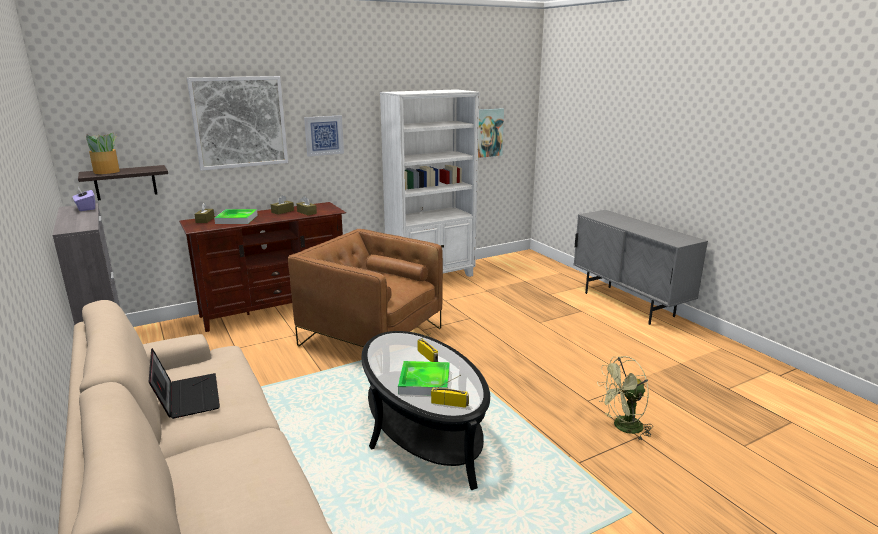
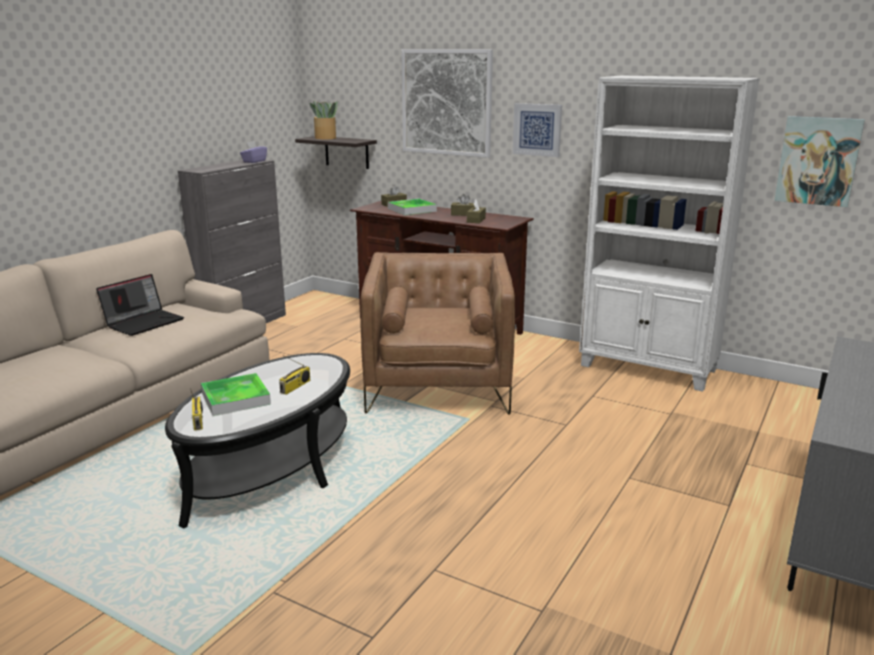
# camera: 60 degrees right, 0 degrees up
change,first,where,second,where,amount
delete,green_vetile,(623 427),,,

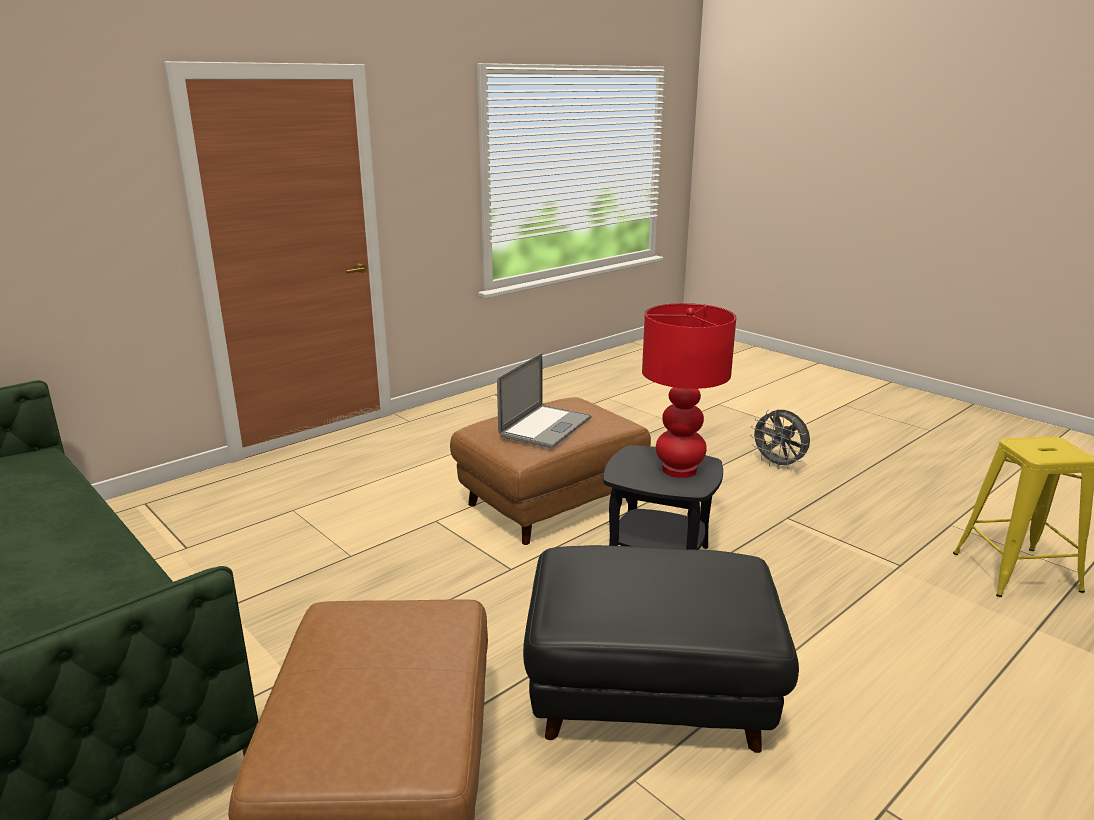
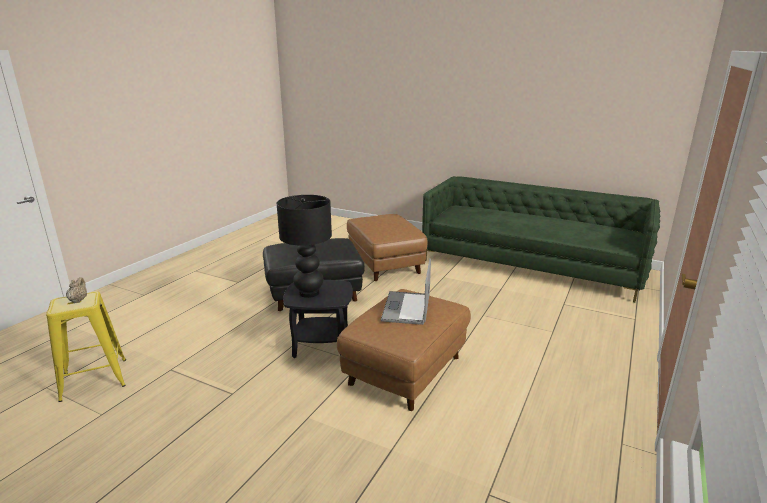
# camera: 160 degrees right, 0 degrees up
change,first,where,second,where,amount
recolor,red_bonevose,(679 470),black_bonevose,(309 292),
delete,grey_vetile,(778 465),,,
insert,,,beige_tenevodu,(78 300),

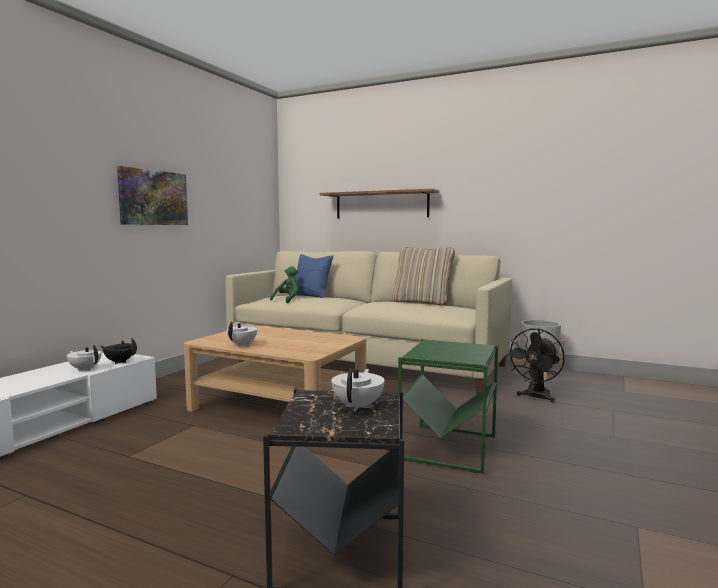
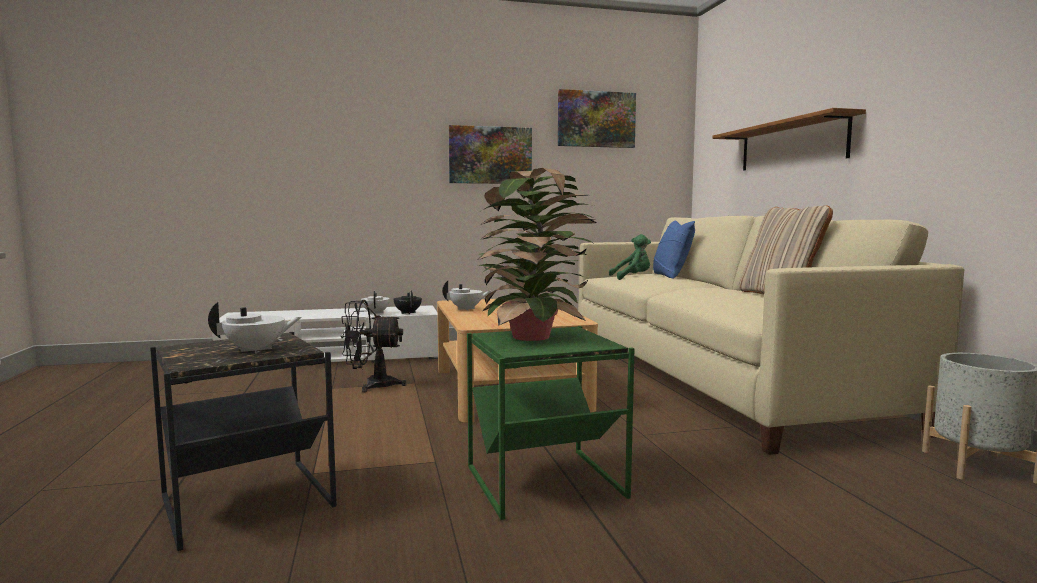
# camera: 50 degrees right, 0 degrees up
change,first,where,second,where,amount
move,black_vetile,(536 397),,(372 385),
insert,,,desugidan,(535 337),
insert,,,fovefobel,(596 119),

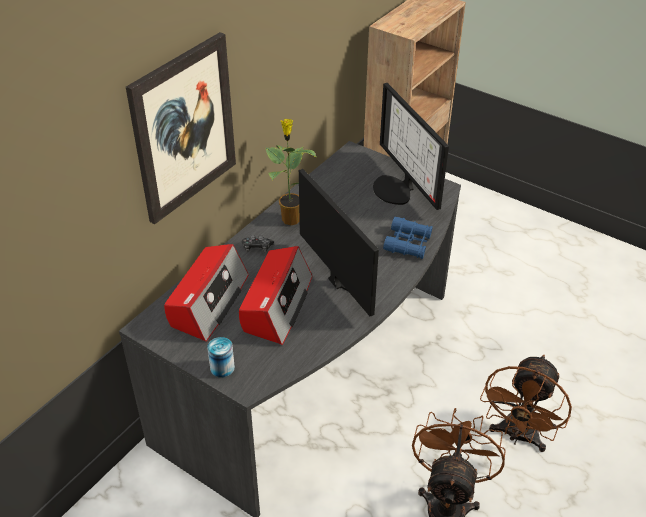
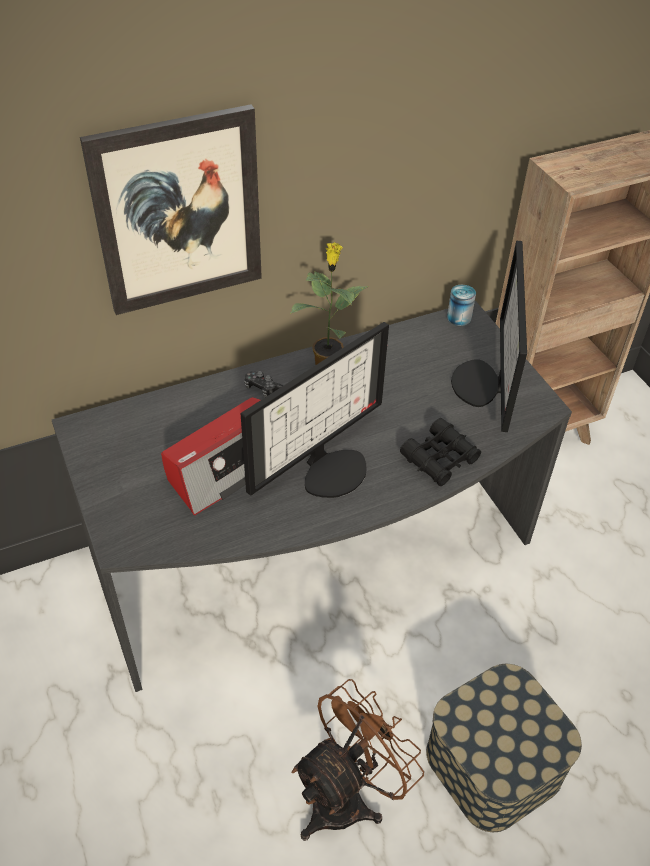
# camera: 30 degrees right, 5 degrees up
change,first,where,second,where,amount
delete,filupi,(208 301),,,
move,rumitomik,(222 368),,(459 318),
rotate,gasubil,(346 278),,(330 468),45 degrees clockwise
recolor,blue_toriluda,(408 243),black_toriluda,(439 458),
replace,brown_vetile,(517 436),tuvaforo,(494 763),

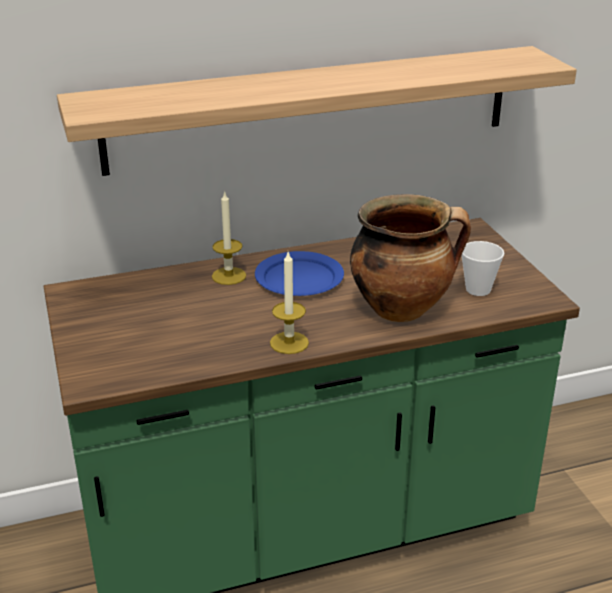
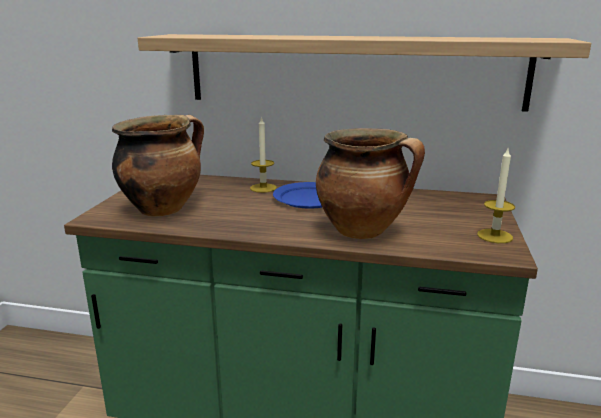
# camera: 30 degrees right, 10 degrees down
change,first,where,second,where,amount
move,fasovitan,(289 343),,(494 236),
delete,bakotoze,(478 289),,,
insert,,,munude,(163 208),

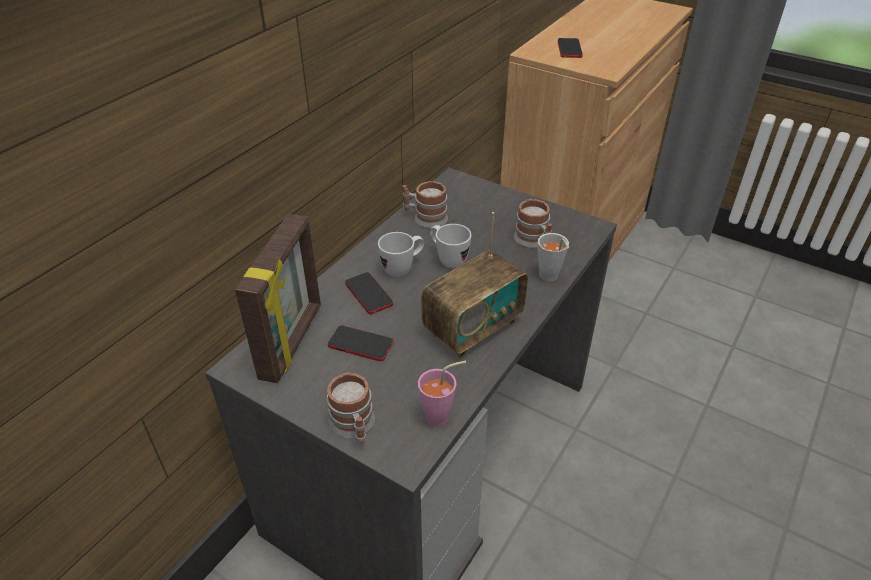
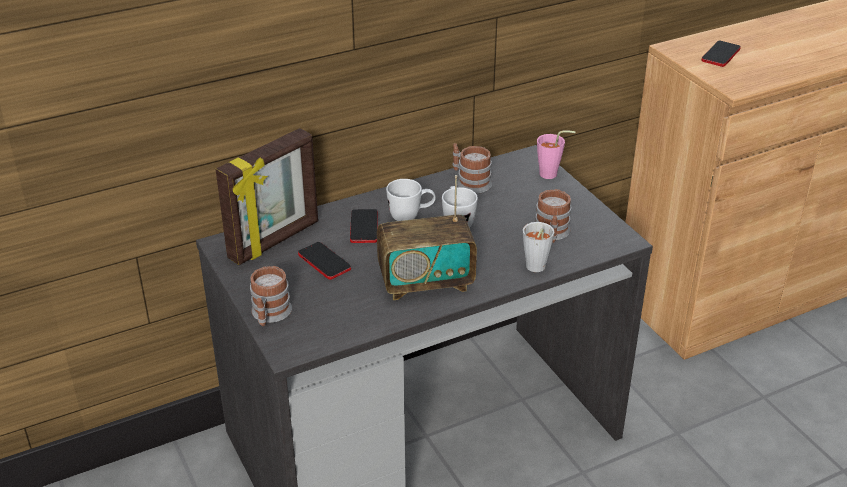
# camera: 30 degrees right, 5 degrees down
change,first,where,second,where,amount
move,pink_bakotoze,(442 416),,(552 174),

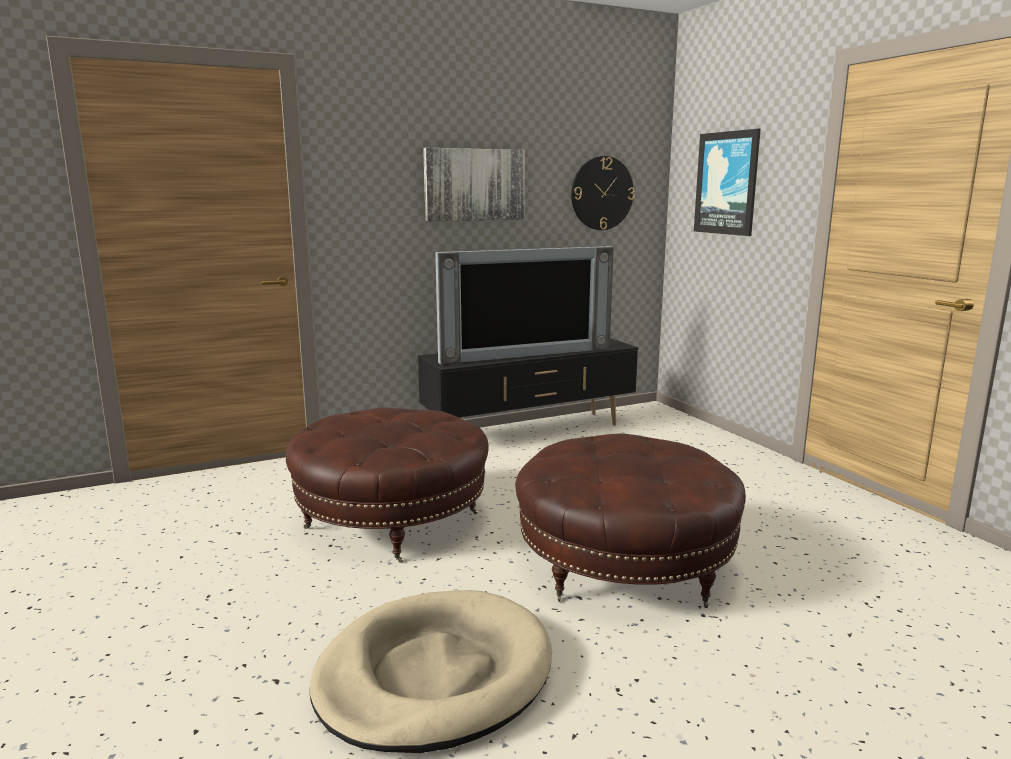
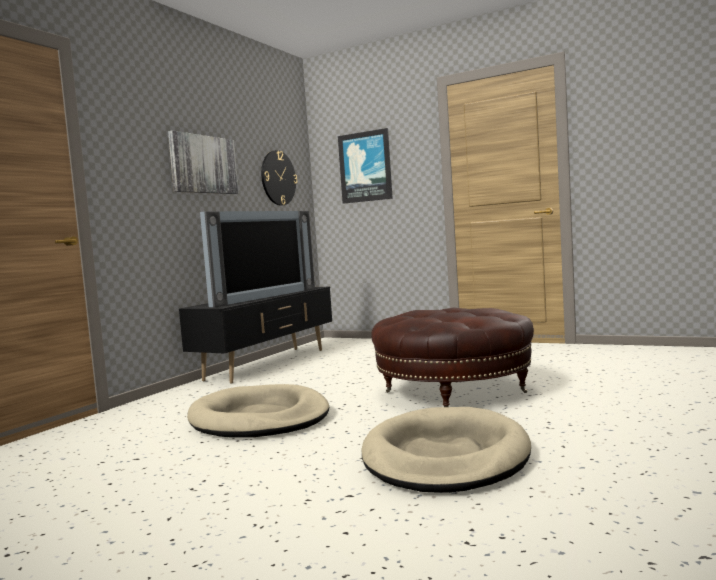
# camera: 35 degrees left, 10 degrees down
change,first,where,second,where,amount
replace,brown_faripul,(392 520),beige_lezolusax,(259 418),

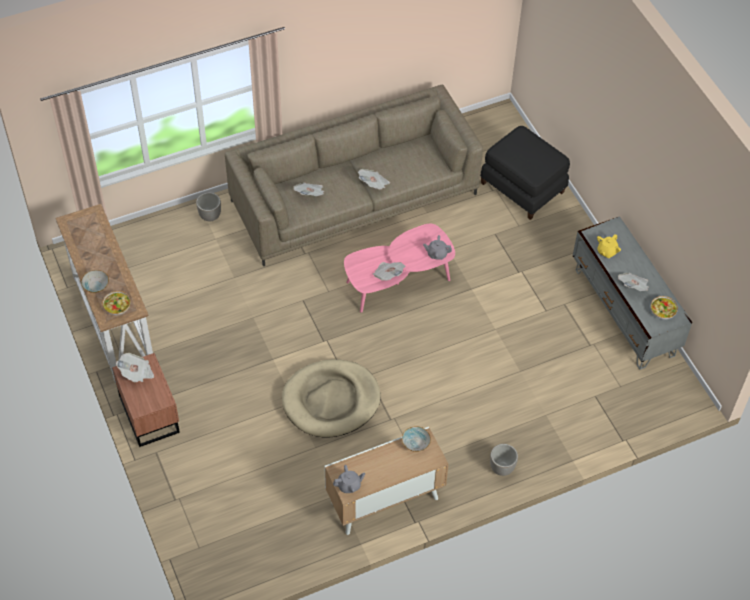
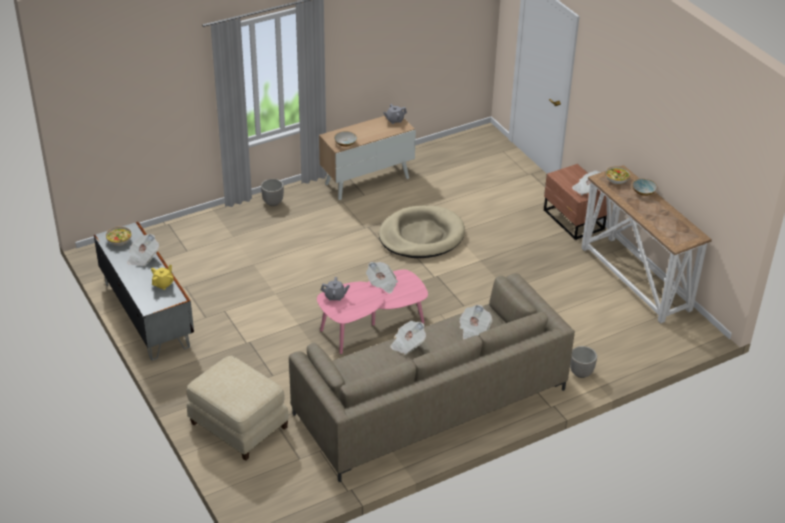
# camera: 175 degrees right, 15 degrees down
change,first,where,second,where,amount
recolor,black_faripul,(523 187),beige_faripul,(238 426),

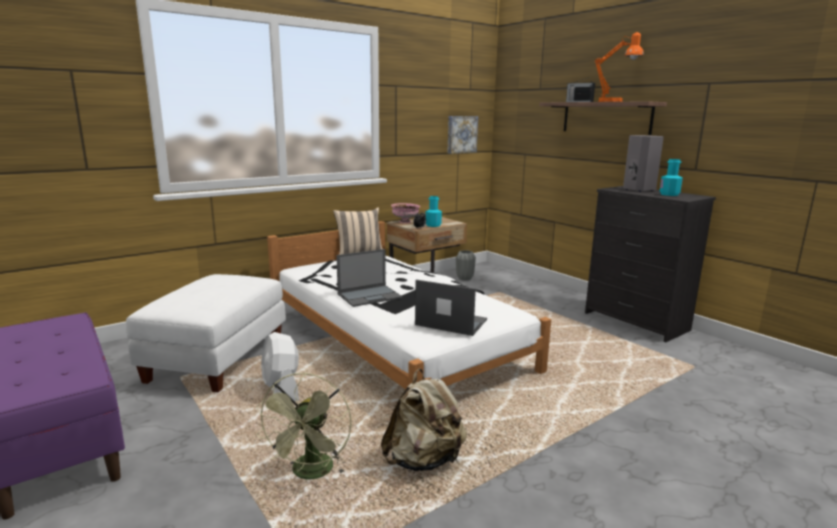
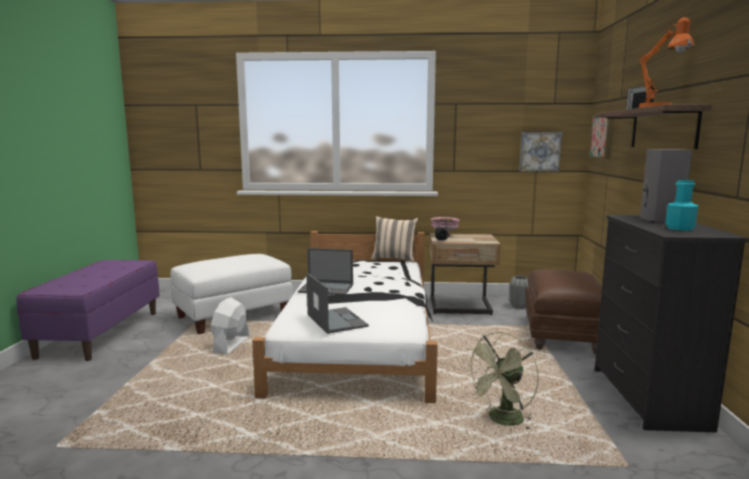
# camera: 40 degrees right, 5 degrees down
change,first,where,second,where,amount
move,green_vetile,(311 474),,(502 421),
delete,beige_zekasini,(424 460),,,
delete,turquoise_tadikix,(433 225),,,
insert,,,brown_faripul,(561 336),
insert,,,fovefobel,(603 136),

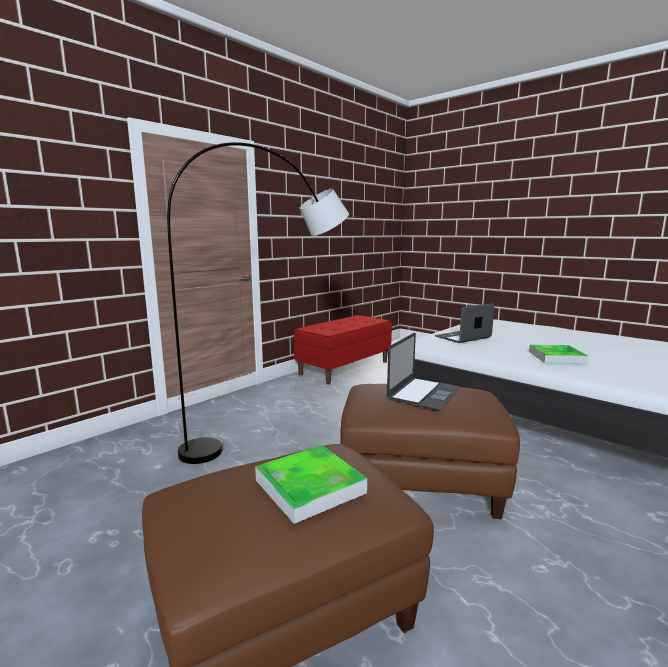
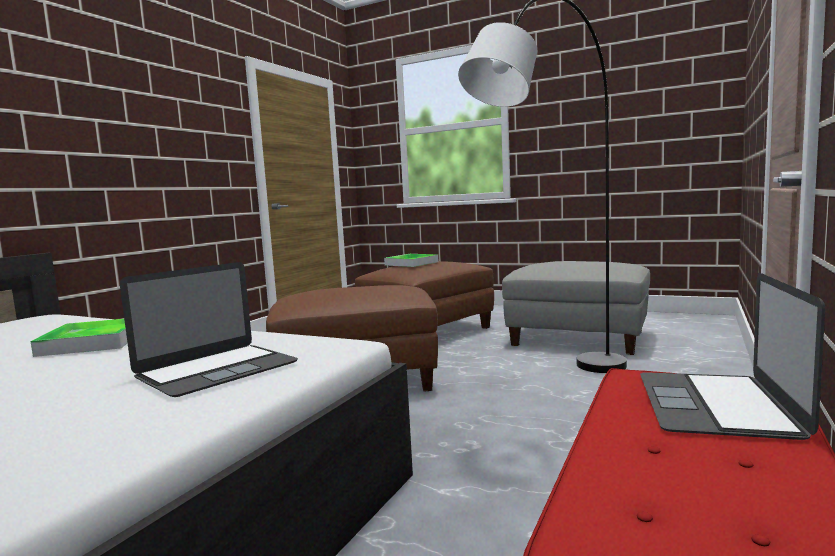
# camera: 165 degrees right, 5 degrees down
change,first,where,second,where,amount
move,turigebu,(424 393),,(716 404),
insert,,,grey_faripul,(578 338),

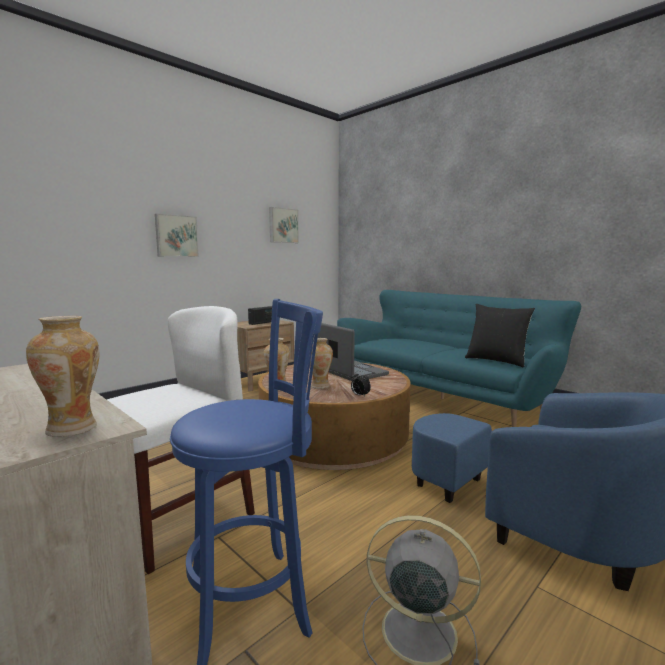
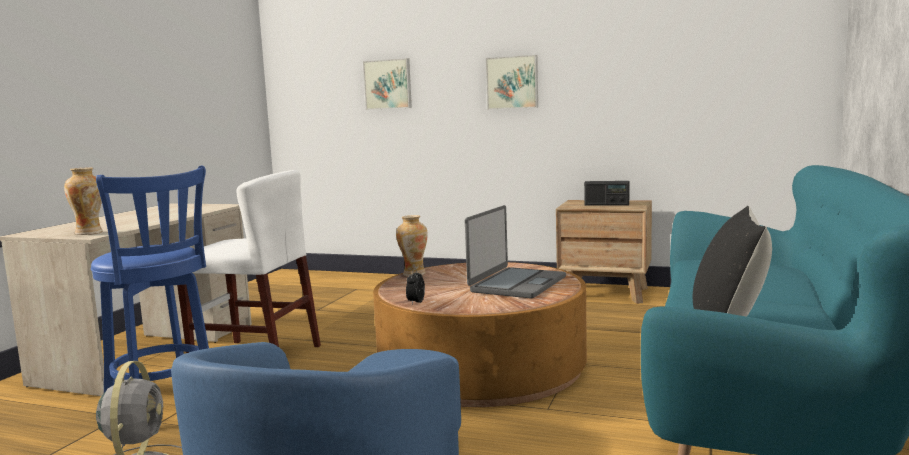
# camera: 65 degrees right, 0 degrees up
change,first,where,second,where,amount
move,fovefobel,(283 225),,(388 84),
delete,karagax,(320 386),,,

